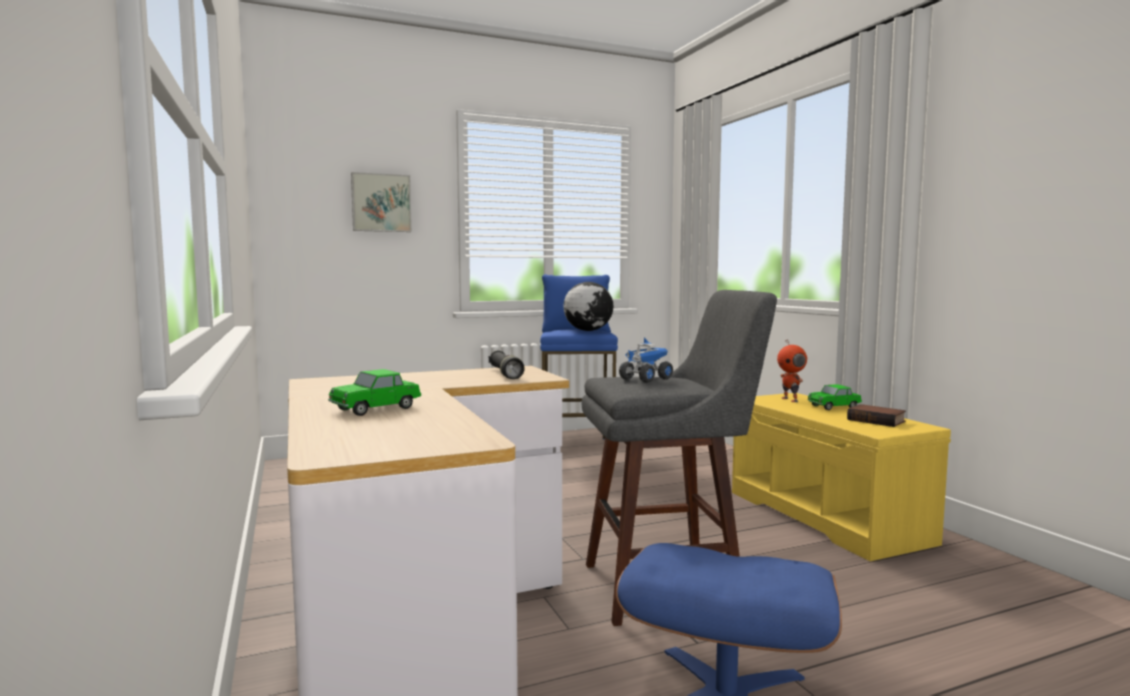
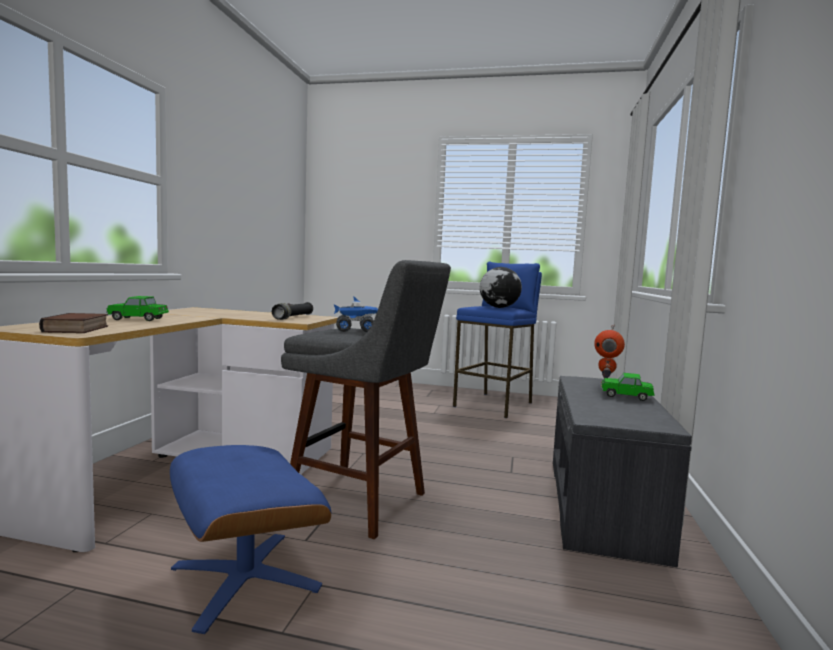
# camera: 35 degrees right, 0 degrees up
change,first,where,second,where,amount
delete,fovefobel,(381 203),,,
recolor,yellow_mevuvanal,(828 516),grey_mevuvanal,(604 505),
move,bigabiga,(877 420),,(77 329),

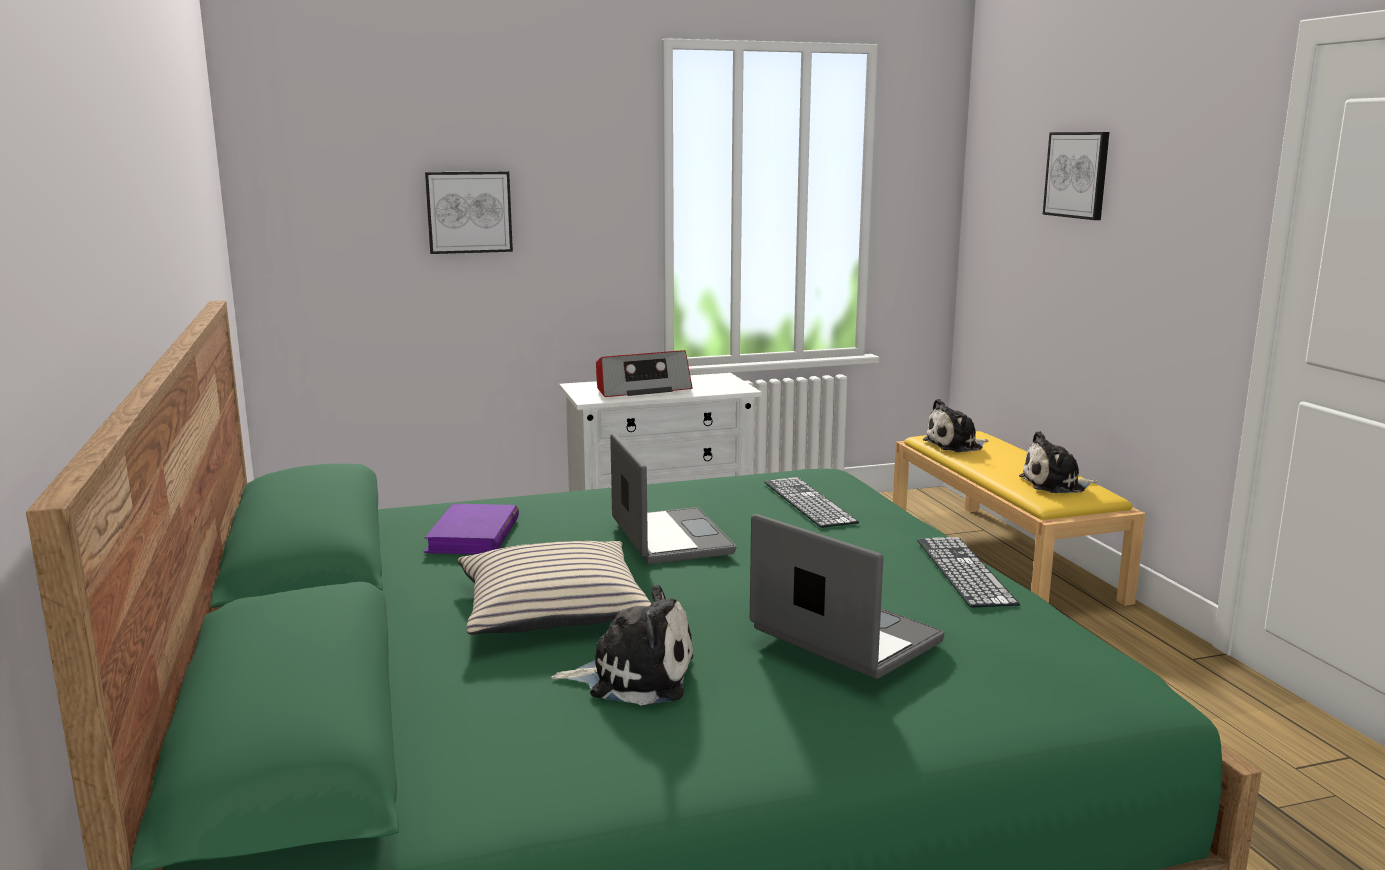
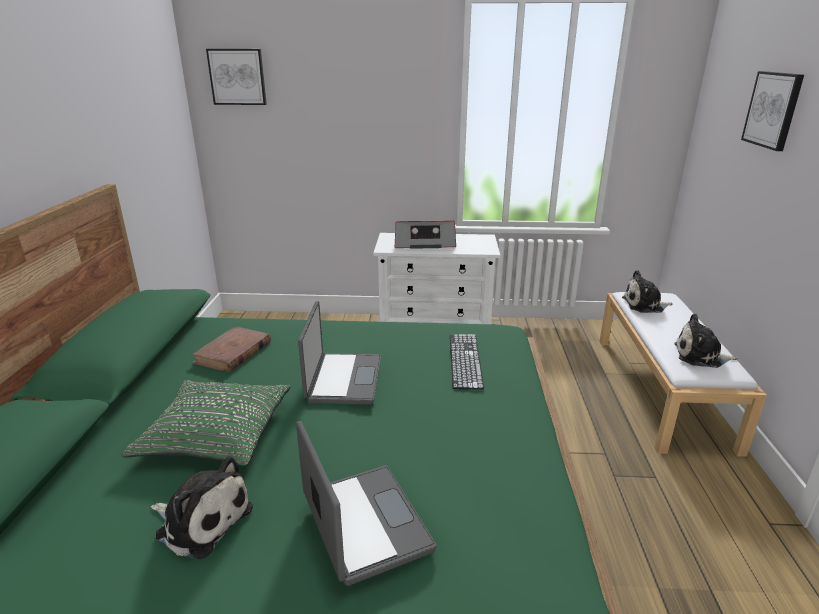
# camera: 20 degrees right, 10 degrees up
change,first,where,second,where,amount
recolor,purple_bigabiga,(473 536),brown_bigabiga,(233 353),
move,fovefobel,(469 212),,(237 77),
recolor,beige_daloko,(552 608),green_daloko,(215 433),
recolor,yellow_mevuvanal,(1002 556),white_mevuvanal,(662 390),
delete,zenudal,(964 571),,,

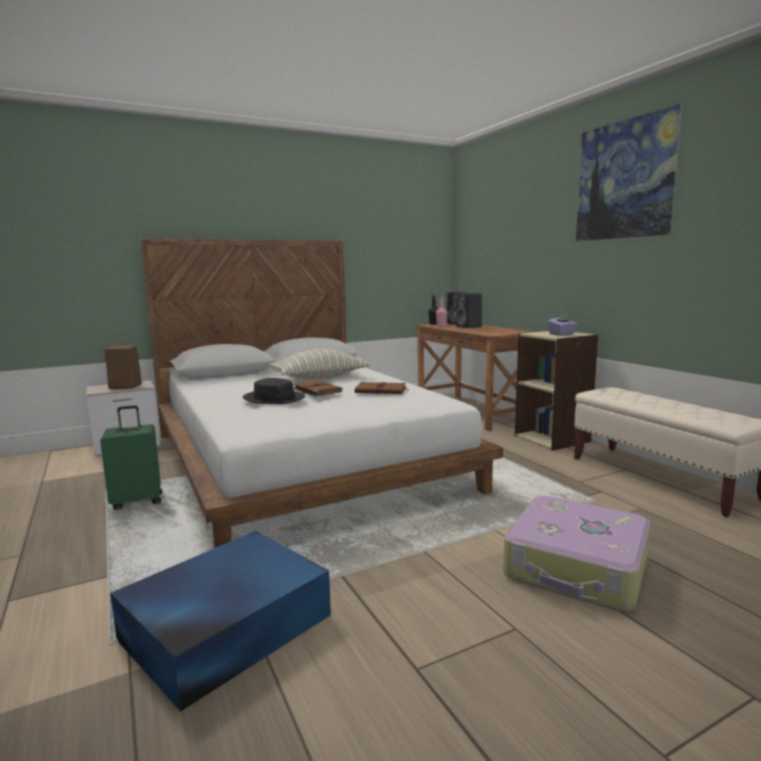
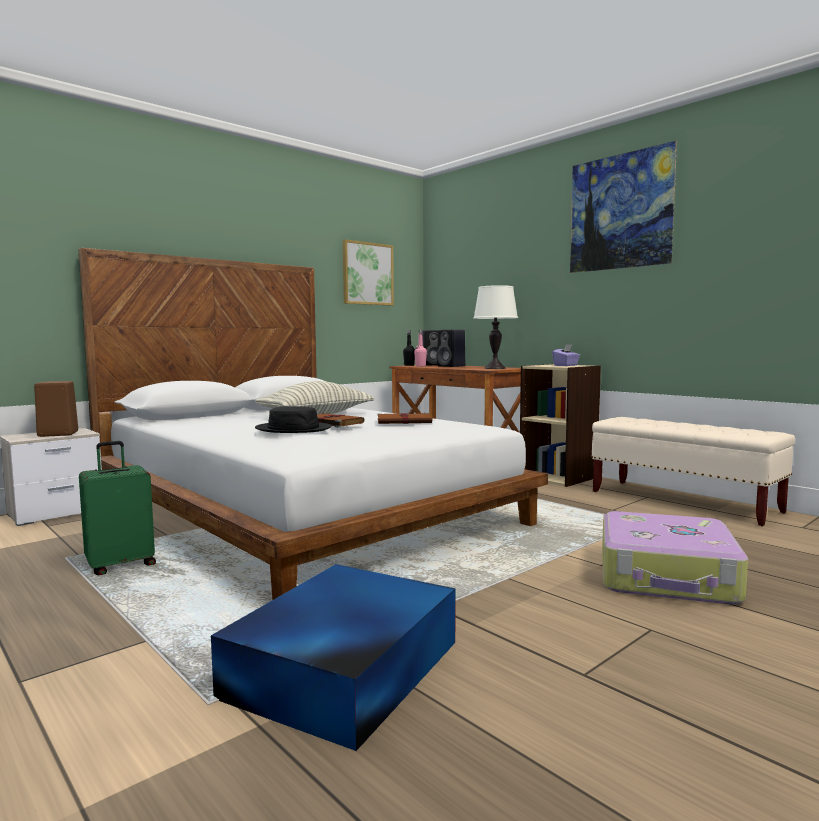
# camera: 15 degrees left, 5 degrees down
change,first,where,second,where,amount
insert,,,fovefobel,(367 274),
insert,,,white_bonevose,(495 368),

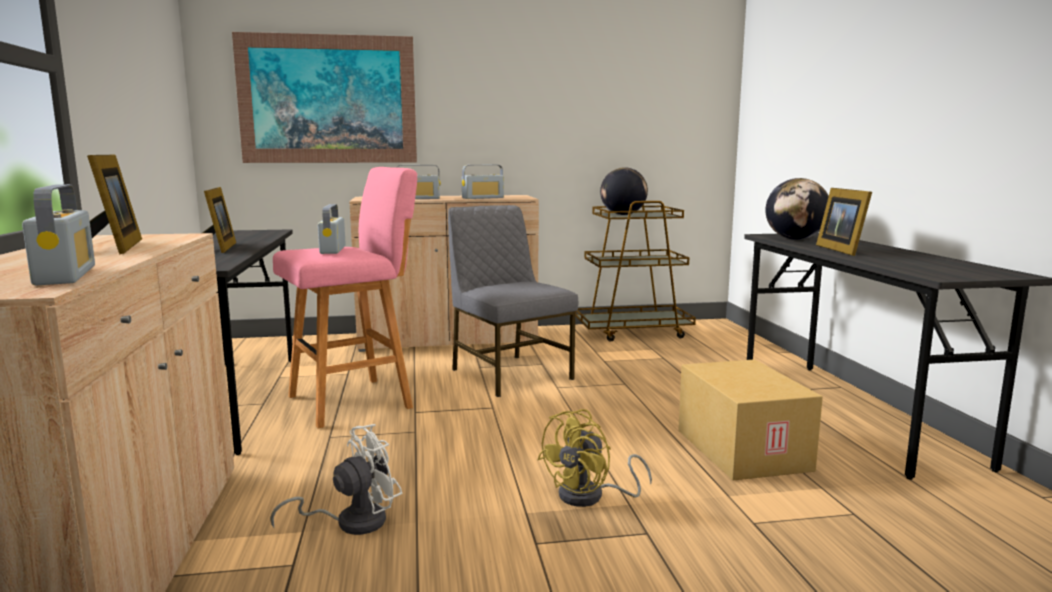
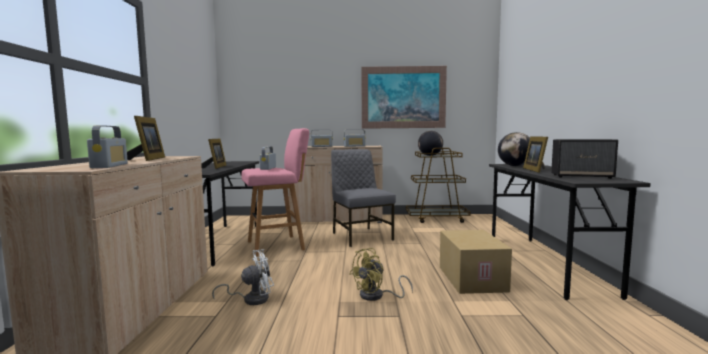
# camera: 10 degrees right, 5 degrees down
change,first,where,second,where,amount
move,fovefobel,(328 99),,(403 97),
insert,,,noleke,(582 176),

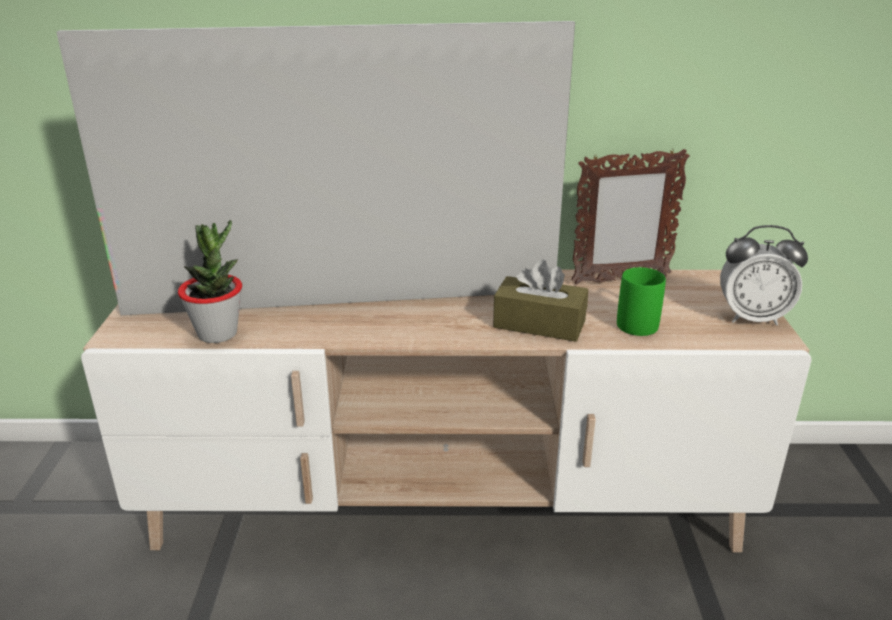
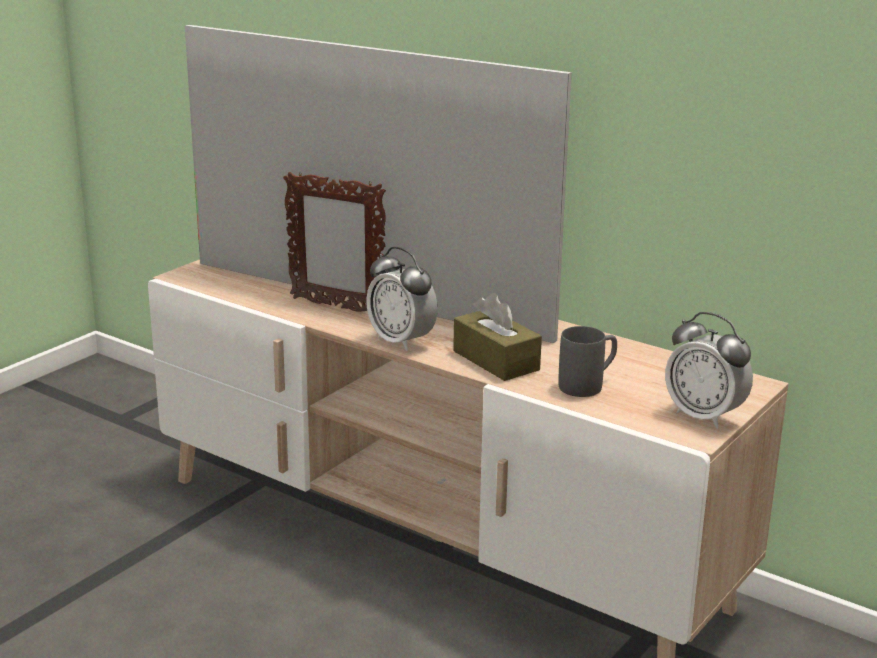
# camera: 35 degrees right, 5 degrees down
change,first,where,second,where,amount
delete,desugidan,(218 333),,,
move,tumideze,(619 280),,(336 306),
recolor,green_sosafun,(639 321),grey_sosafun,(588 385),
insert,,,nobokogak,(401 341),

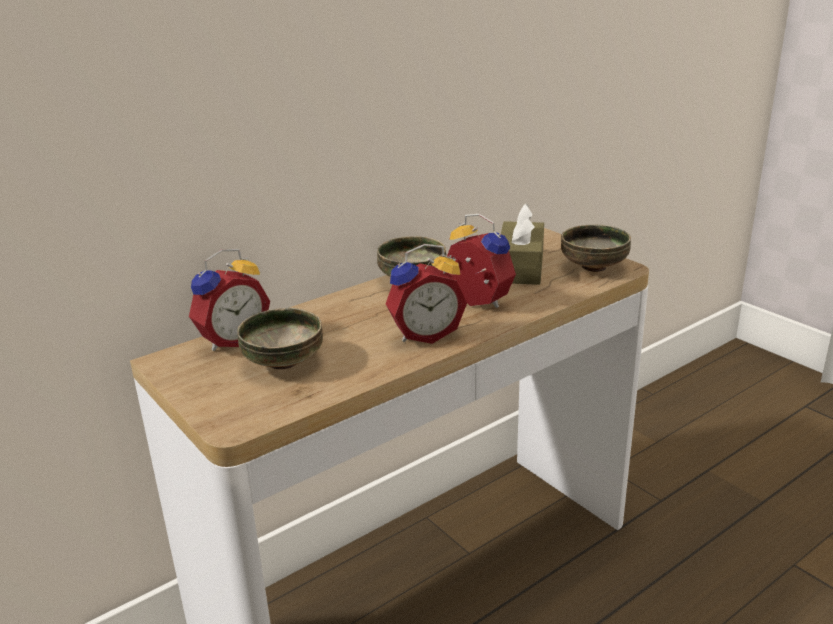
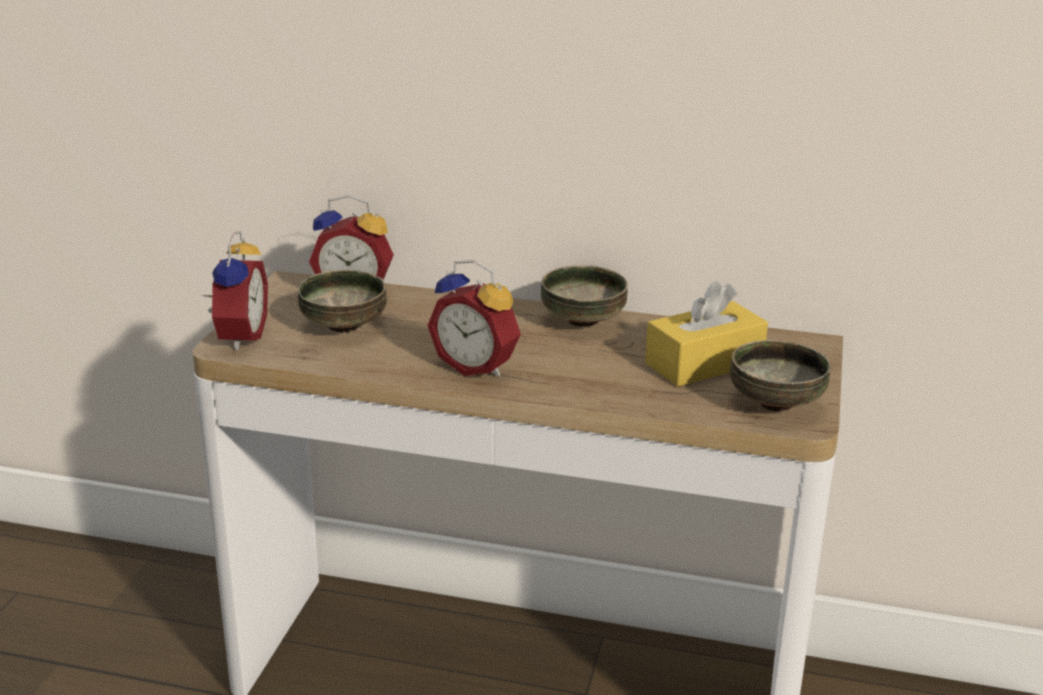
# camera: 50 degrees right, 0 degrees up
change,first,where,second,where,amount
move,nobokogak,(475 303),,(237 337),
recolor,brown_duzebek,(520 267),yellow_duzebek,(704 363),

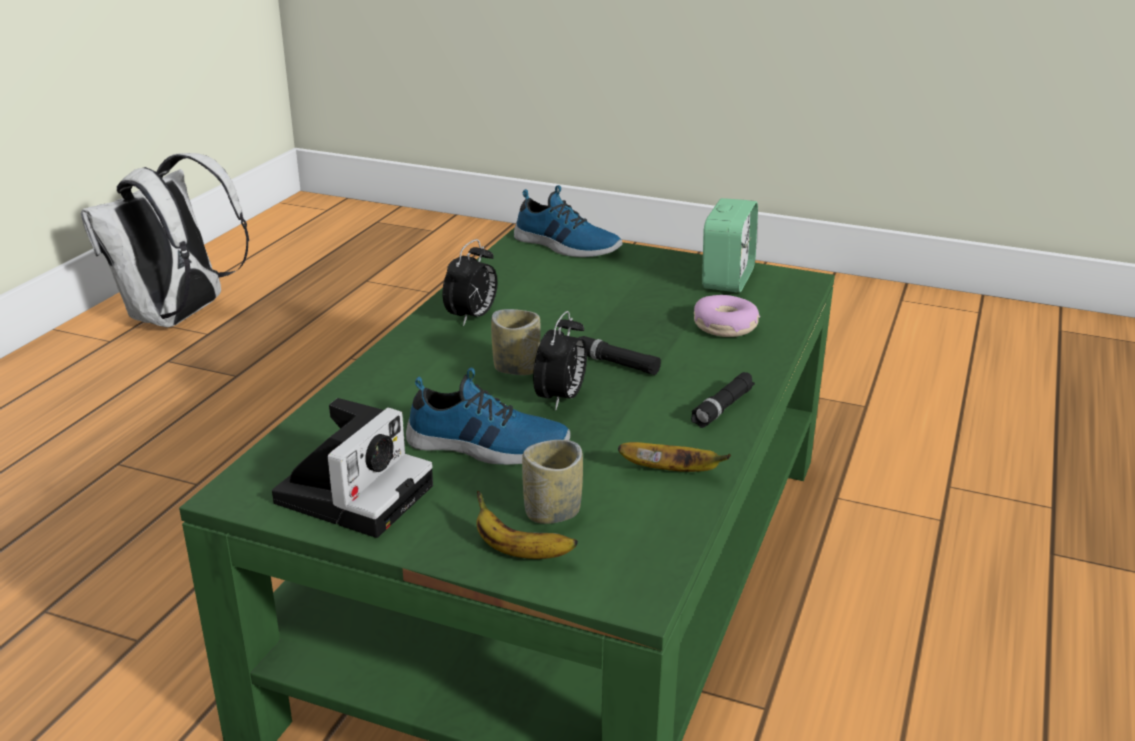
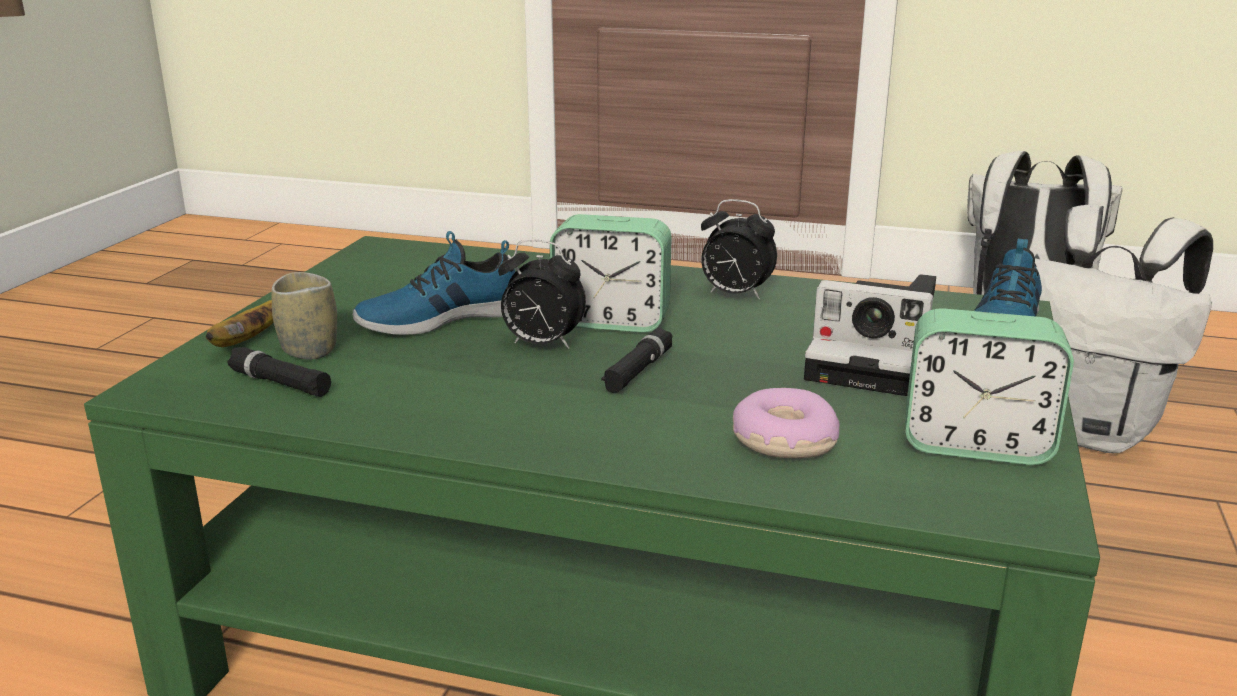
# camera: 85 degrees right, 5 degrees down
change,first,where,second,where,amount
move,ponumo,(356 491),,(877 362),
rotate,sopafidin,(487 446),,(440 318),60 degrees clockwise
replace,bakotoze,(516 368),nobokogak,(611 321),
delete,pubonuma,(672 471),,,
move,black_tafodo,(722 407),,(280 383),
insert,,,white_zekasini,(1086 431),

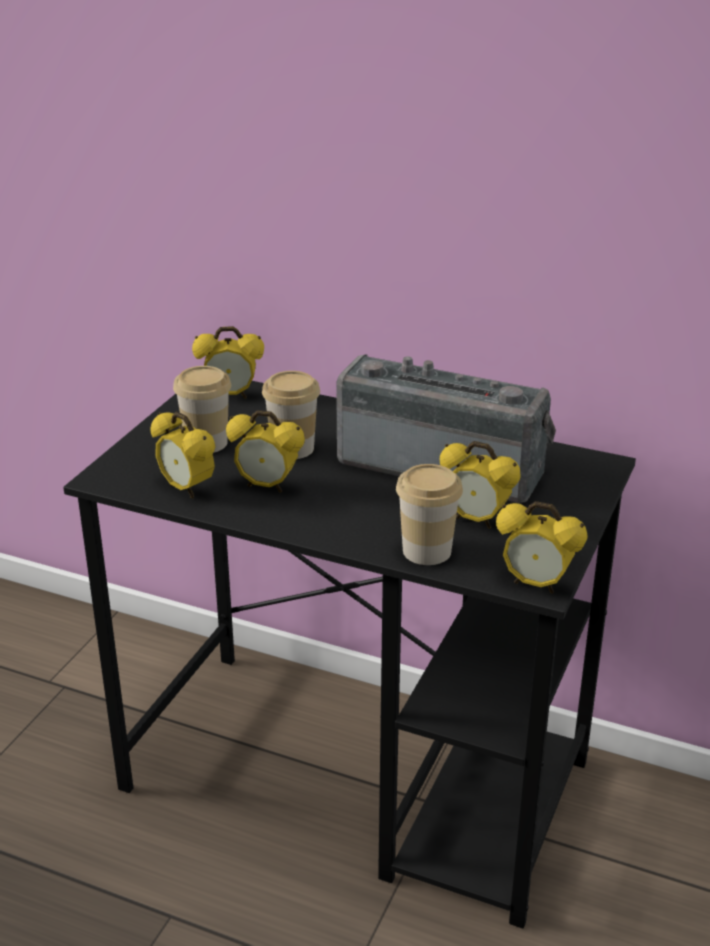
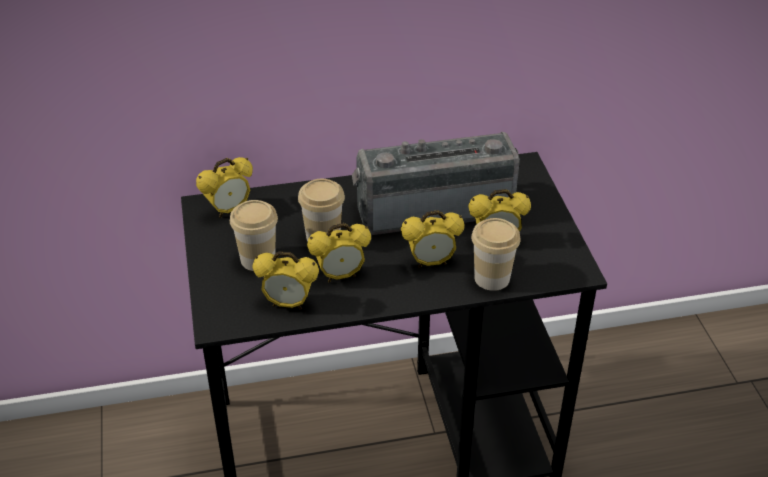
# camera: 35 degrees left, 10 degrees up
change,first,where,second,where,amount
move,nobokogak,(536 584),,(431 262),

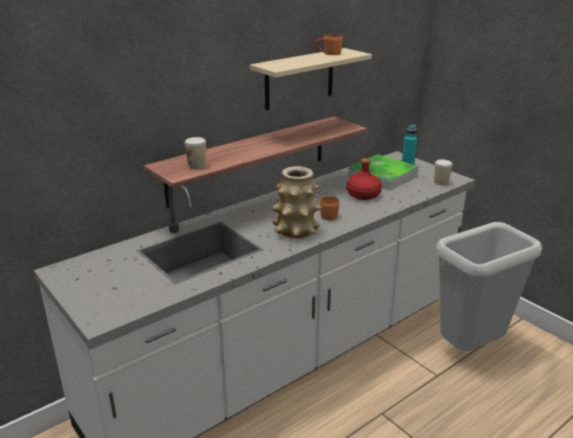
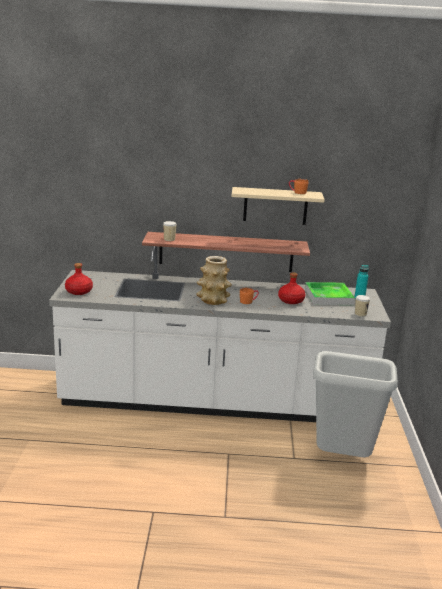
# camera: 40 degrees right, 5 degrees down
change,first,where,second,where,amount
insert,,,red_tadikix,(79 291),

